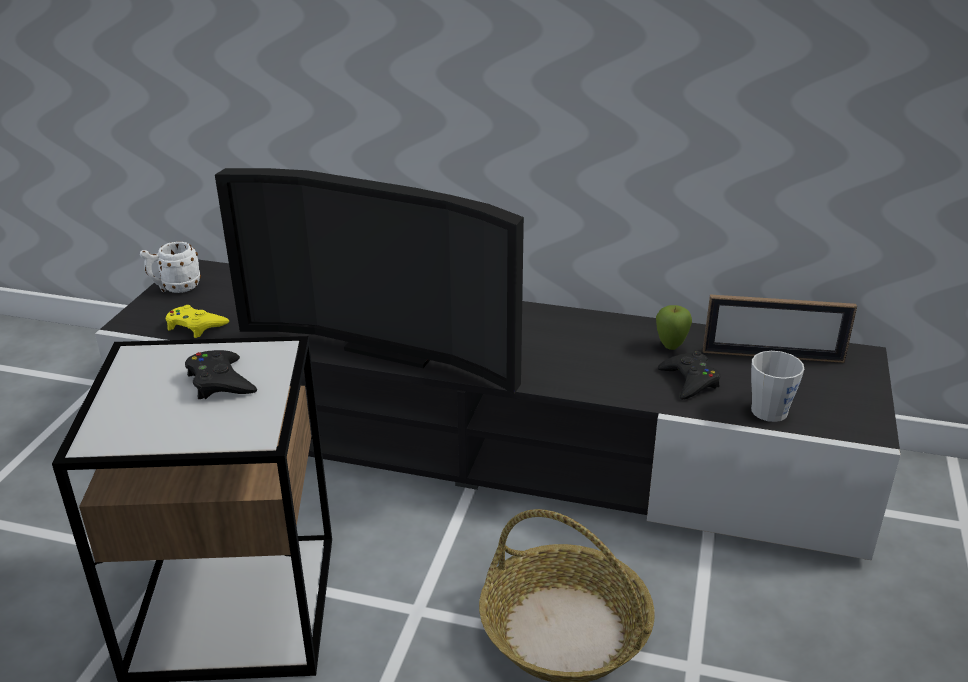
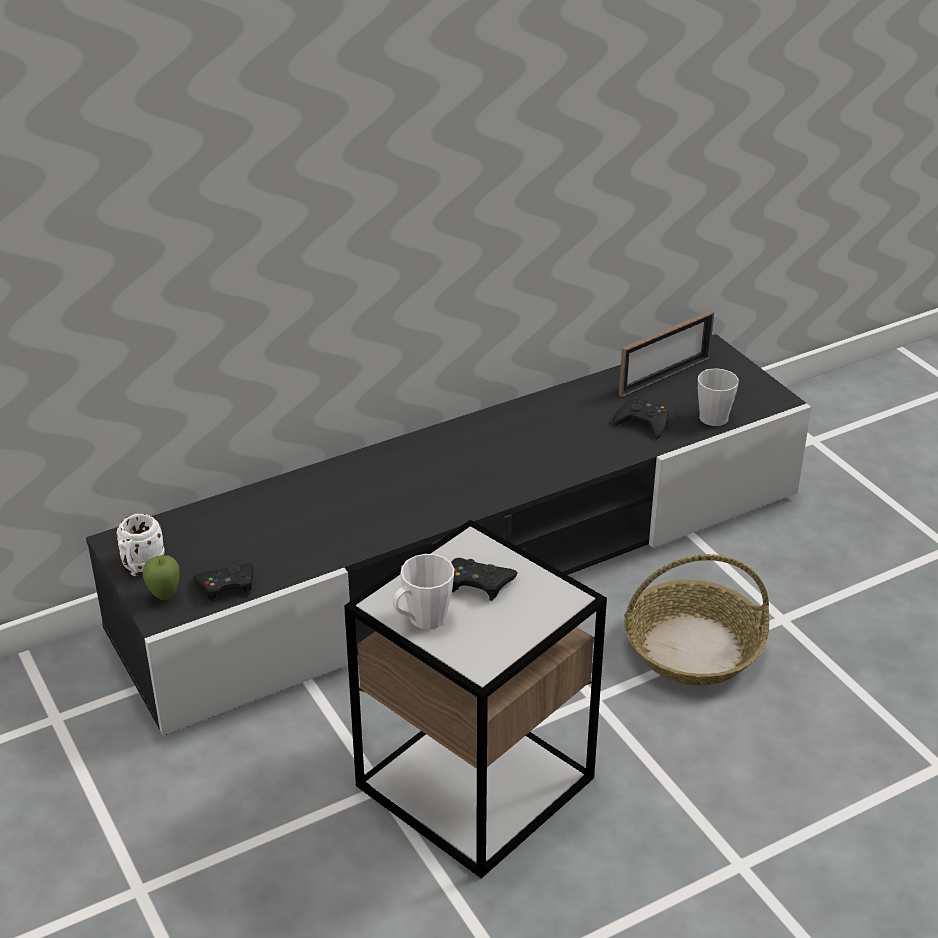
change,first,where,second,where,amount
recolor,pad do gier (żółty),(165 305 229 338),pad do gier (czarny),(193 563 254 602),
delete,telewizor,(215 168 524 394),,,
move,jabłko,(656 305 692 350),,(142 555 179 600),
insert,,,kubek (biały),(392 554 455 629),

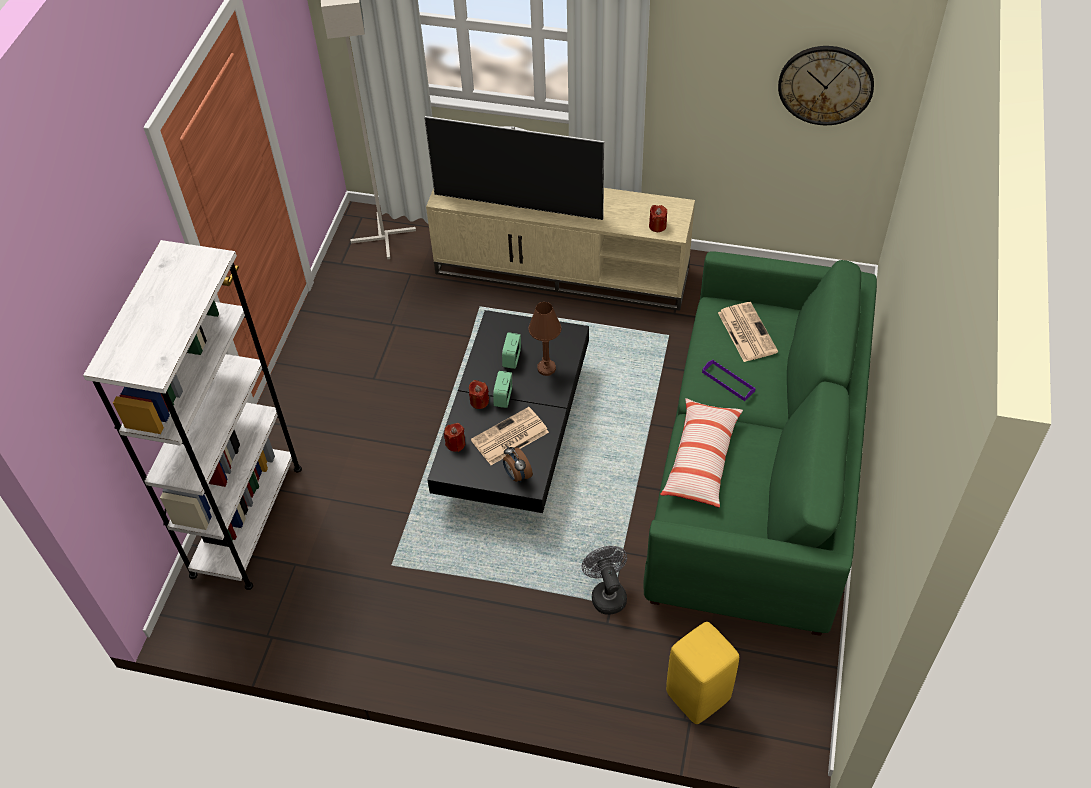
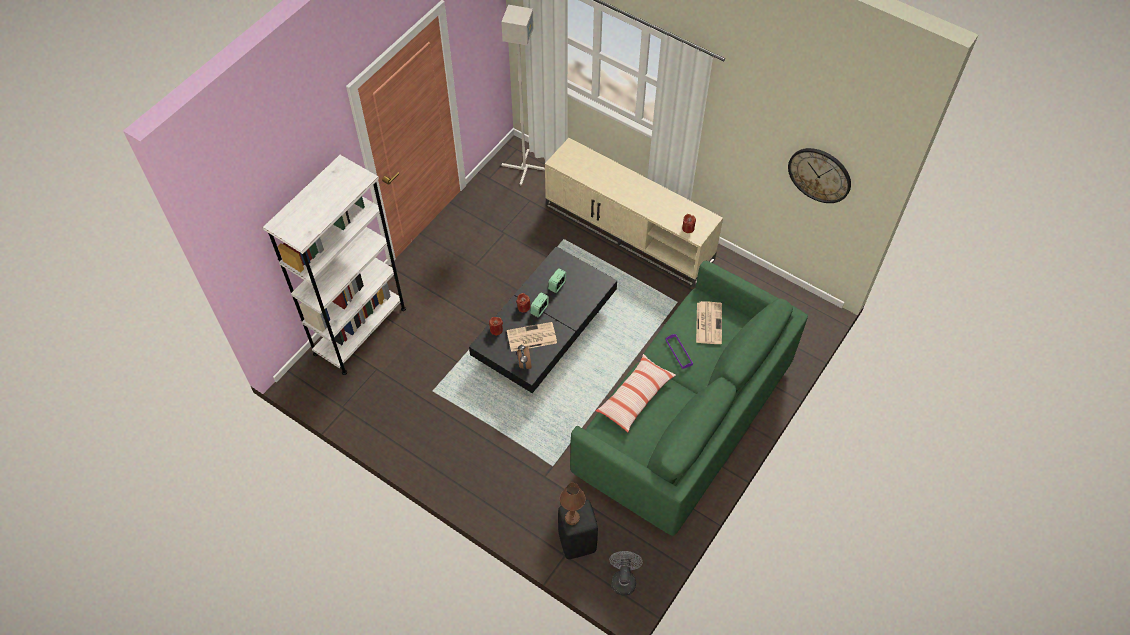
change,first,where,second,where,amount
delete,telewizor,(424 116 604 220),,,
move,lampa stołowa (brązowy),(528 302 562 376),,(560 483 586 525),
move,wentylator (szary),(582 546 627 615),,(609 551 643 596),
recolor,stołek (żółty),(666 622 739 724),stołek (czarny),(558 500 598 559),

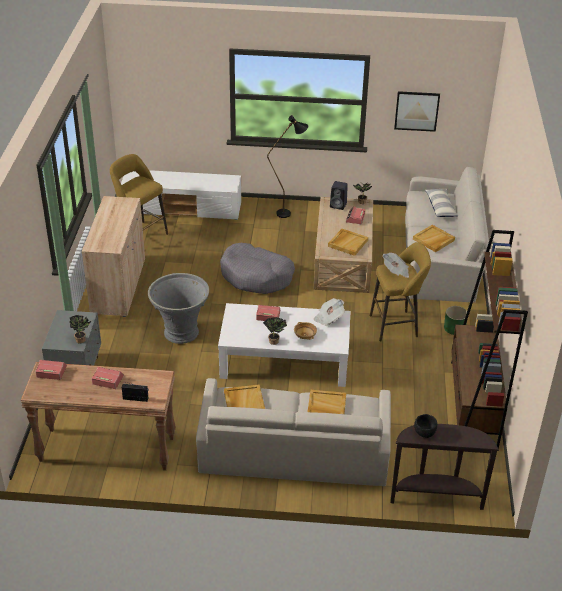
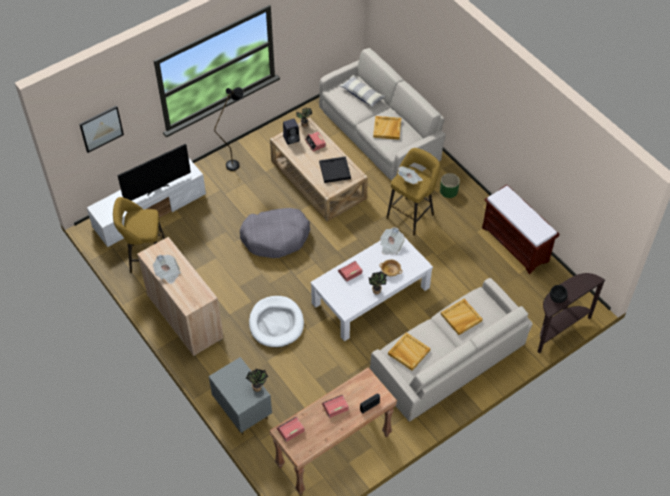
change,first,where,second,where,amount
replace,donica (szary),(148 273 209 344),legowisko (biały),(249 296 304 348),
recolor,taca (beżowy),(328 229 368 256),taca (czarny),(319 156 351 183),
move,obraz,(394 91 440 132),,(79 105 124 153),
replace,regał (brązowy),(451 230 528 449),ławka (brązowy),(482 185 559 274),
insert,,,telewizor,(117 144 191 201),
insert,,,gazeta,(153 255 181 284),

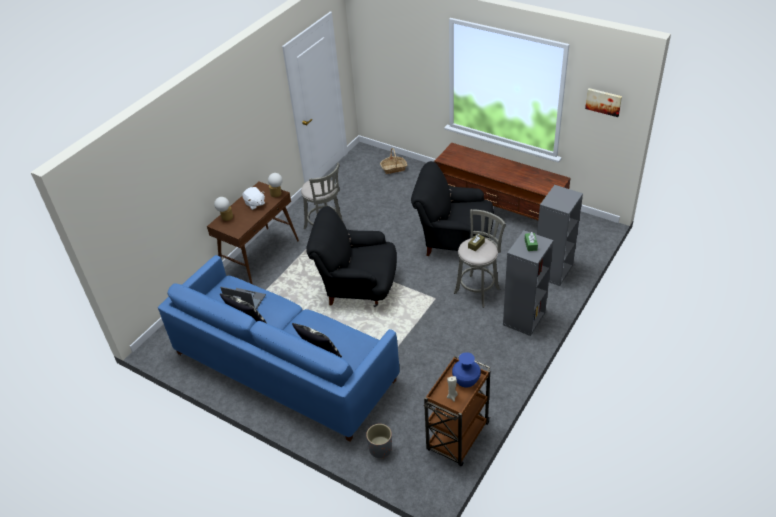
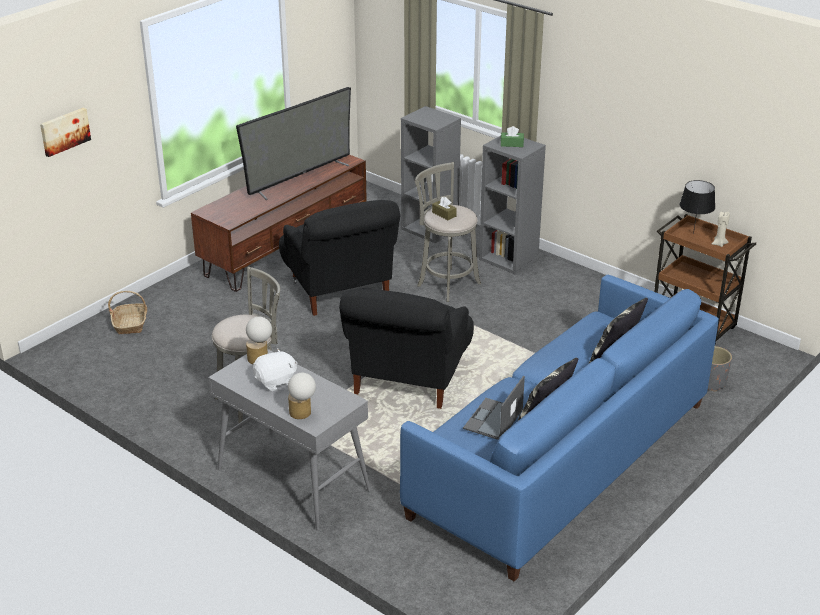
change,first,where,second,where,amount
recolor,stolik konsolowy (brązowy),(207 182 299 284),stolik konsolowy (szary),(208 349 371 531),
rotate,fotel (czarny),(411 161 494 256),,(279 200 400 316),45 degrees counterclockwise
replace,wazon (niebieski),(452 352 481 388),lampa stołowa (czarny),(680 180 715 234),
move,obraz,(585 88 622 117),,(40 107 91 157),
insert,,,telewizor,(236 87 351 200),

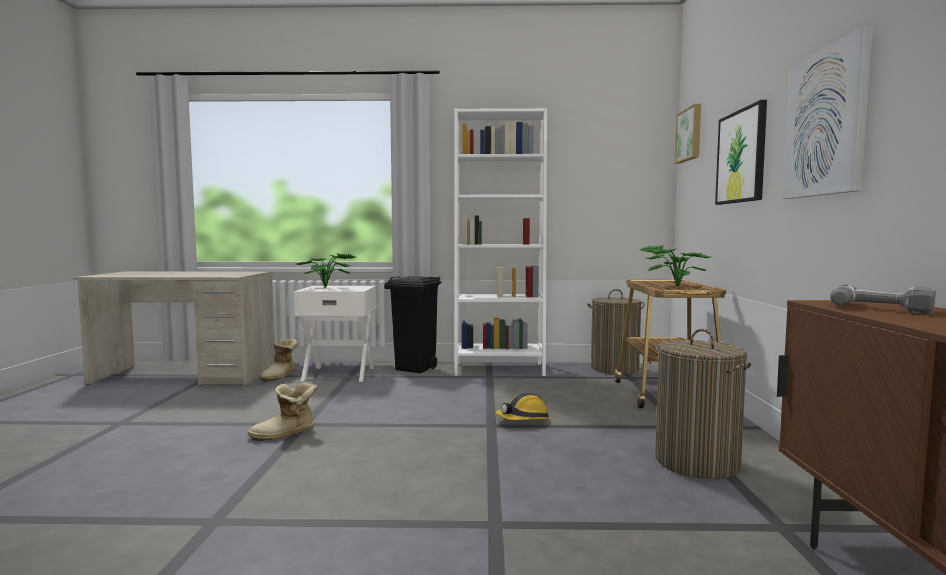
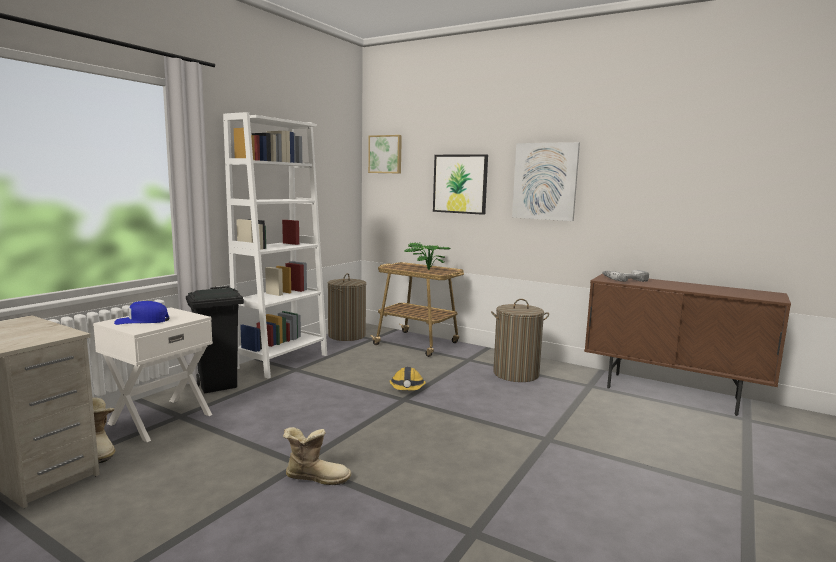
change,first,where,second,where,amount
rotate,but z cholewką,(247 382 318 441),,(283 427 351 485),90 degrees counterclockwise
replace,roślina doniczkowa,(296 253 356 288),czapka z daszkiem (niebieski),(114 301 170 325),

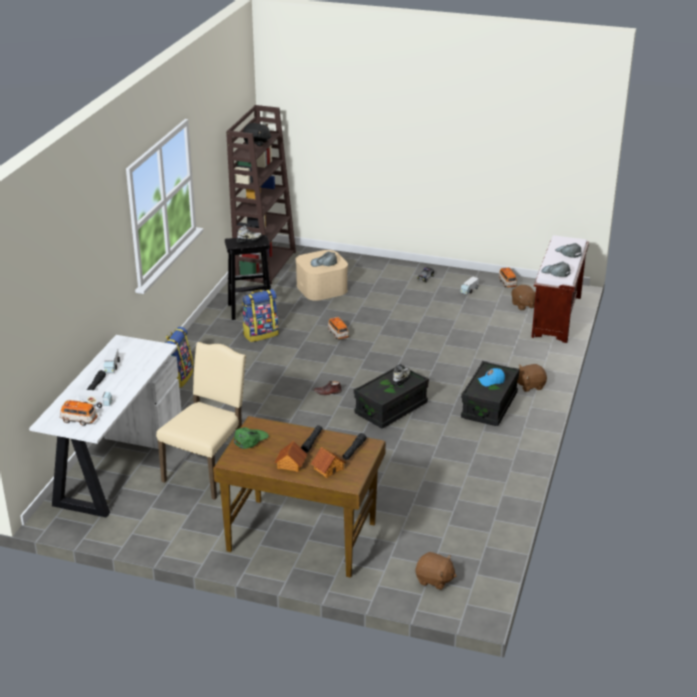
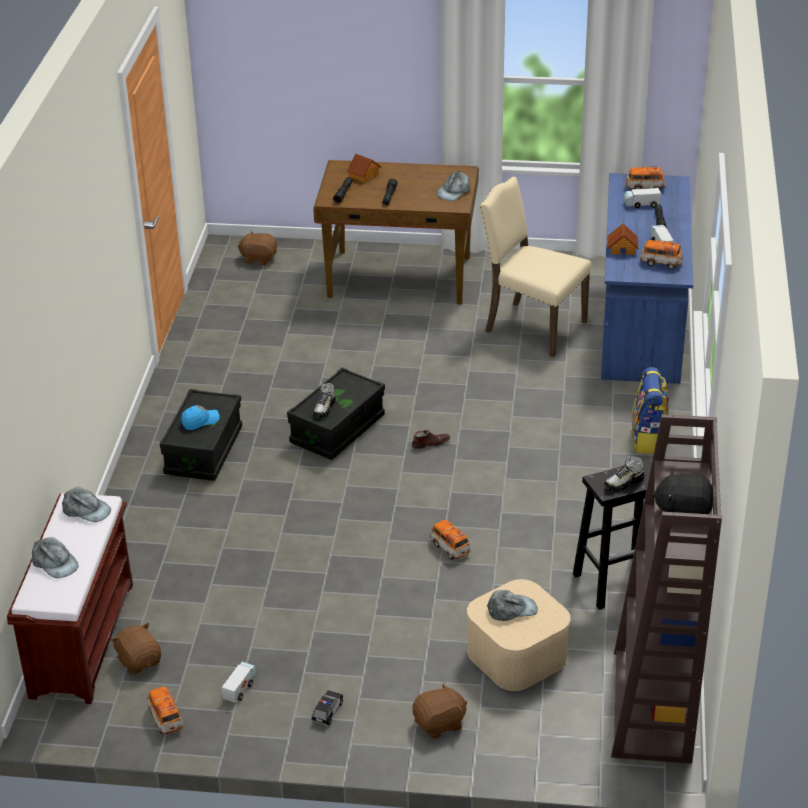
change,first,where,second,where,amount
recolor,biurko (biały),(29 335 181 518),biurko (niebieski),(601 173 693 384),
rotate,krzesło (beżowy),(156 342 246 500),,(479 177 592 357),105 degrees clockwise
recolor,czapka z daszkiem (zielony),(234 427 269 449),czapka z daszkiem (szary),(437 171 470 201),
delete,plecak,(242 289 279 342),,,
move,domek,(274 441 307 472),,(607 223 639 255),
move,pluszak (brązowy),(517 364 547 392),,(412 683 467 739),
insert,,,samochodzik,(640 240 683 269),

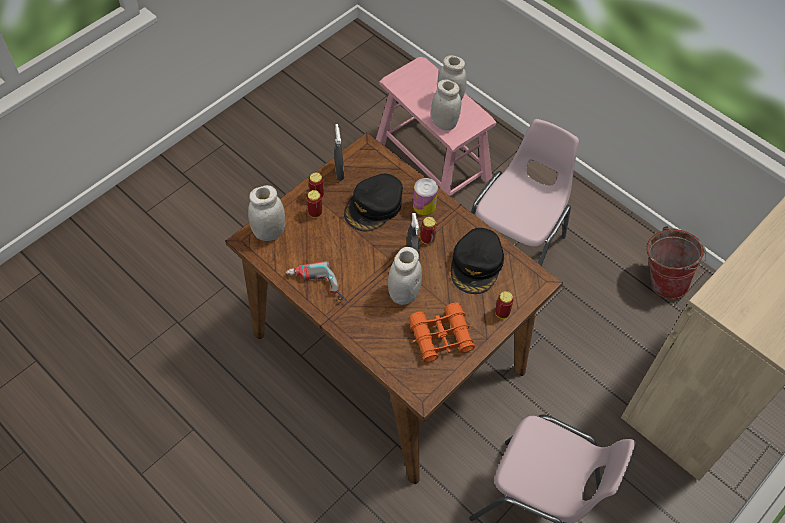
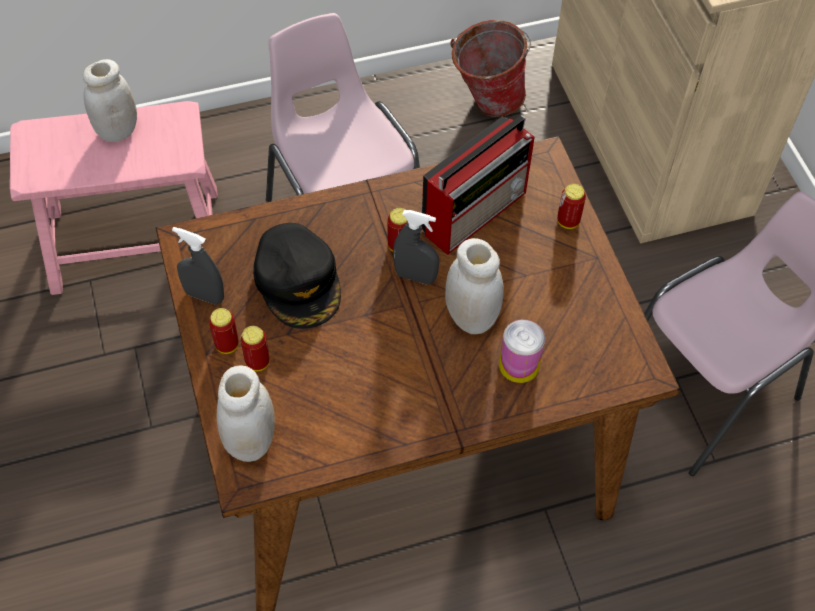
change,first,where,second,where,amount
delete,wiertarka,(286 261 348 304),,,
delete,lornetka (pomarańczowy),(409 303 475 362),,,
move,puszka,(413 178 438 215),,(499 320 545 383),
delete,słoik (biały),(431 79 461 130),,,
replace,czapka z daszkiem (czarny),(451 228 504 294),radio,(421 115 534 255),

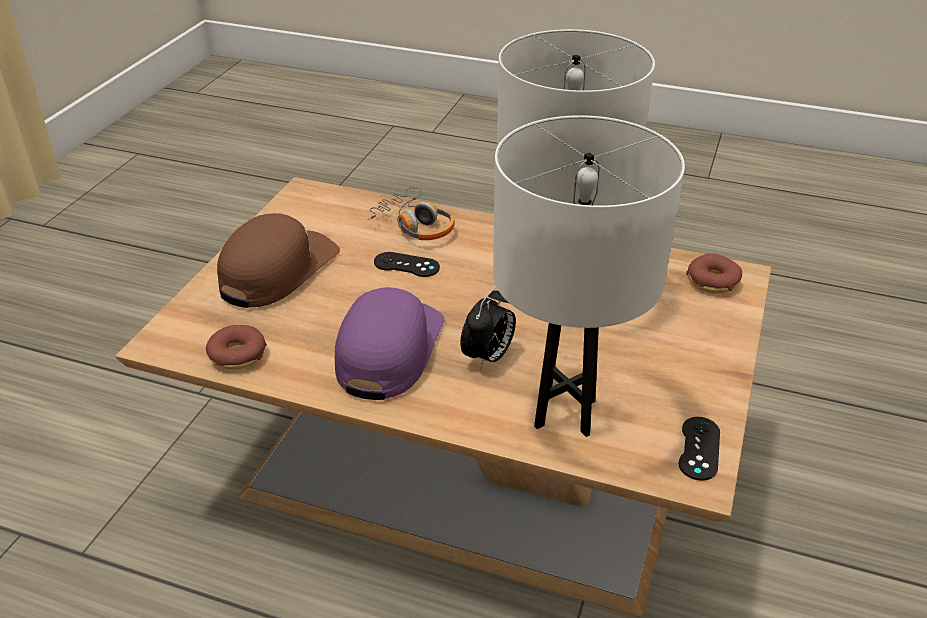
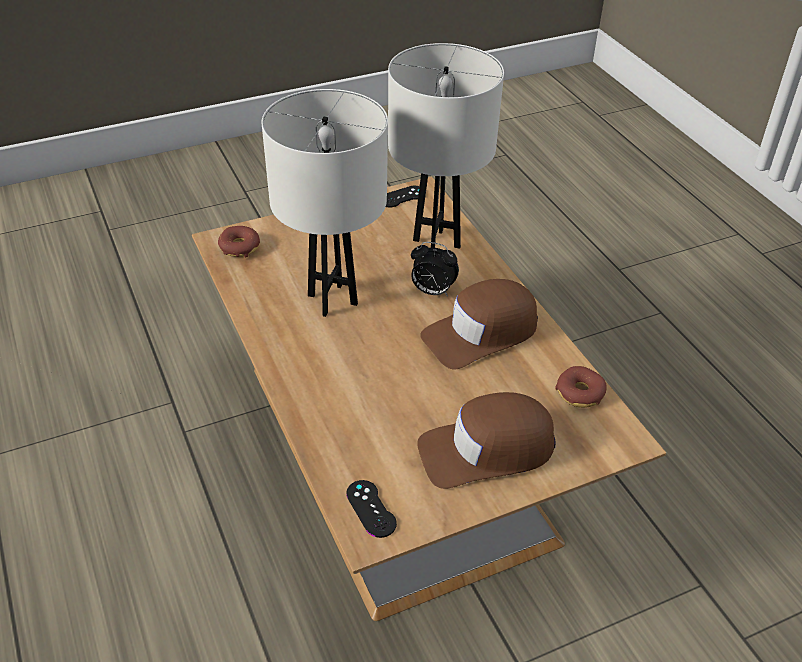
change,first,where,second,where,amount
recolor,czapka z daszkiem (fioletowy),(335 287 444 400),czapka z daszkiem (brązowy),(420 279 538 369),
delete,słuchawki,(367 187 455 240),,,
move,pad do gier (czarny),(374 252 440 277),,(346 480 397 538),
rotate,budzik,(460 287 516 370),,(411 242 459 296),150 degrees counterclockwise

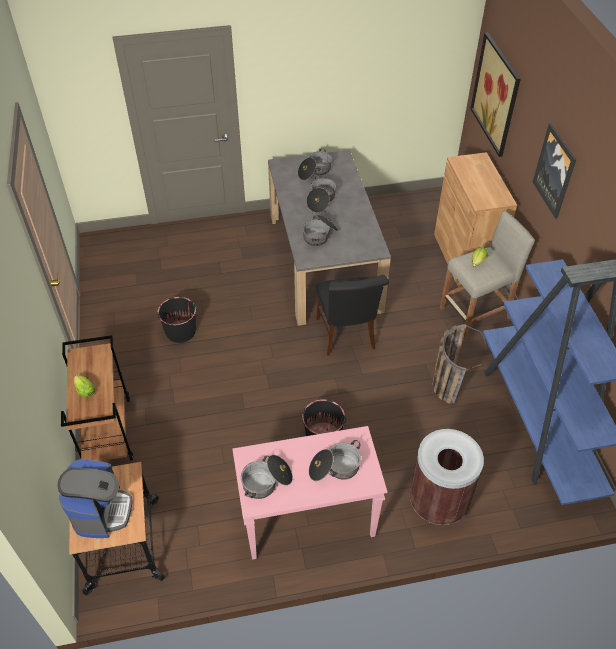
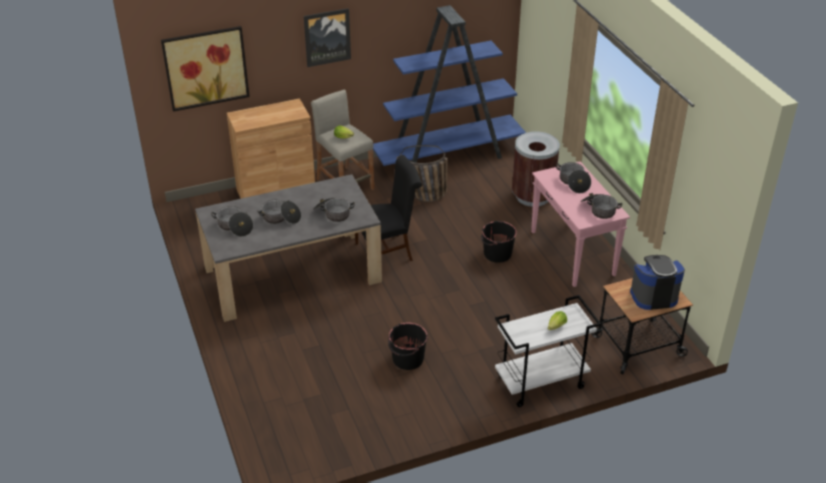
change,first,where,second,where,amount
recolor,wózek (brązowy),(61 335 133 461),wózek (biały),(495 295 601 407),

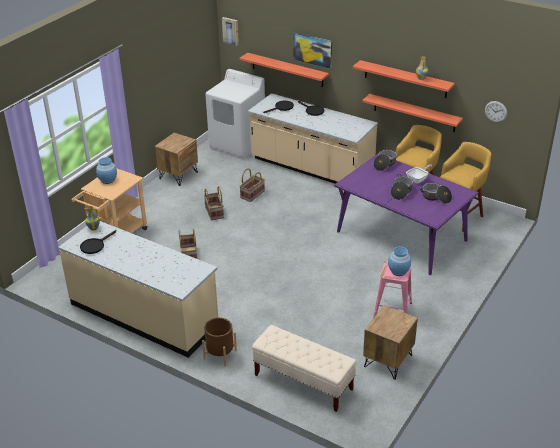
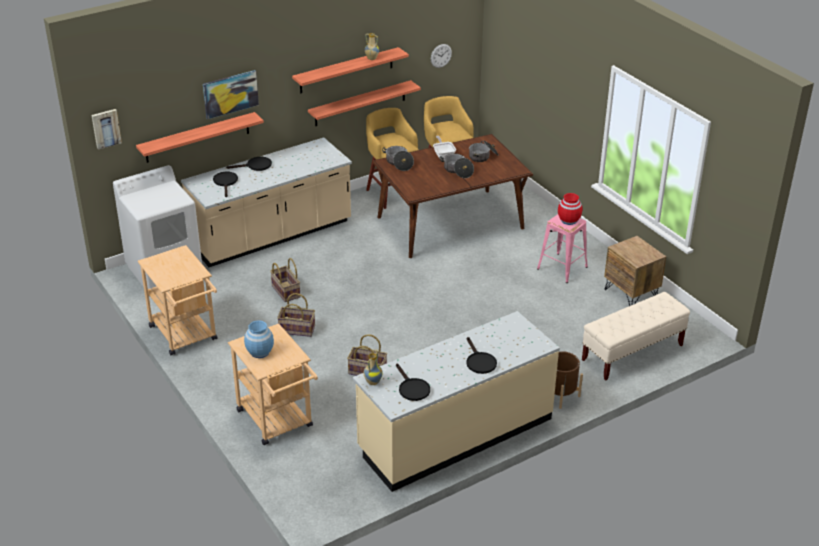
change,first,where,second,where,amount
replace,szafka nocna (brązowy),(154 133 198 186),wózek (beżowy),(138 245 217 356),
recolor,stół jadalny (fioletowy),(334 154 479 275),stół jadalny (brązowy),(372 134 533 258),
recolor,wazon (niebieski),(388 246 411 276),wazon (czerwony),(558 193 583 225),
insert,,,patelnia (czarny),(466 337 497 374),

